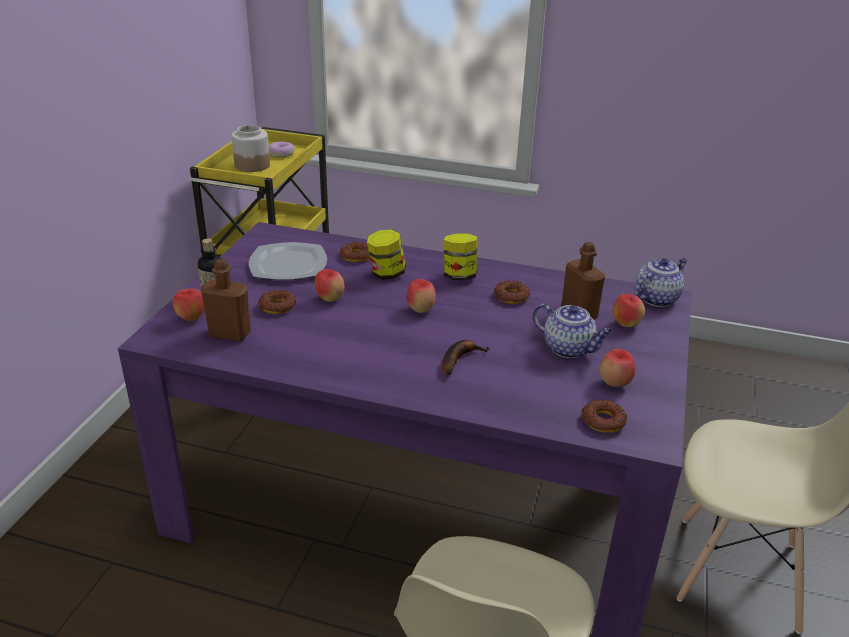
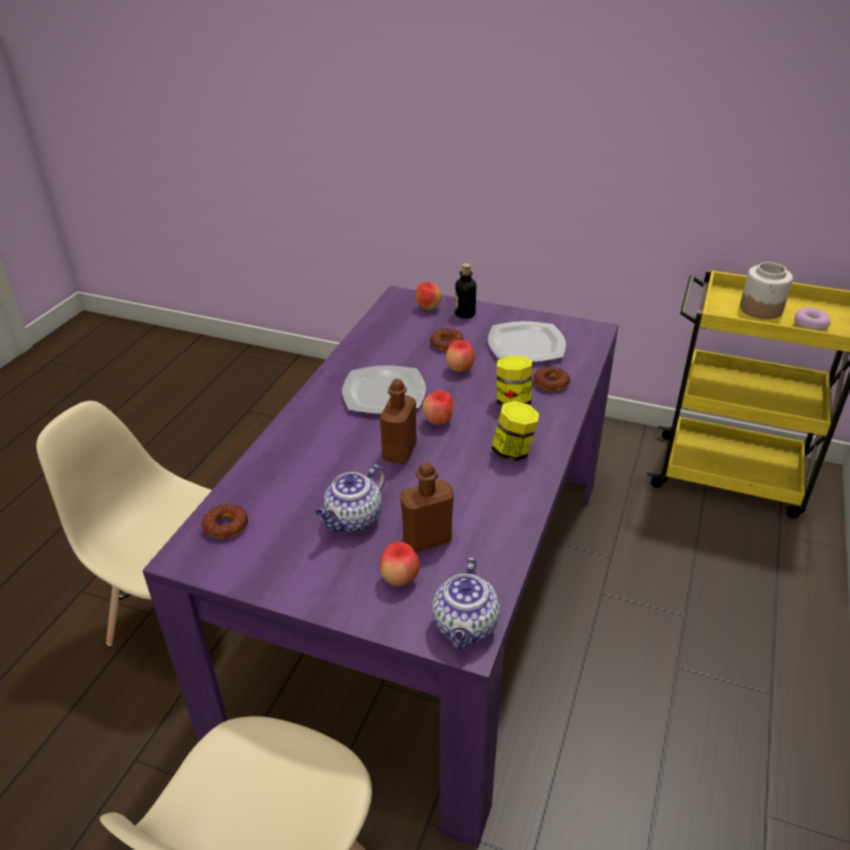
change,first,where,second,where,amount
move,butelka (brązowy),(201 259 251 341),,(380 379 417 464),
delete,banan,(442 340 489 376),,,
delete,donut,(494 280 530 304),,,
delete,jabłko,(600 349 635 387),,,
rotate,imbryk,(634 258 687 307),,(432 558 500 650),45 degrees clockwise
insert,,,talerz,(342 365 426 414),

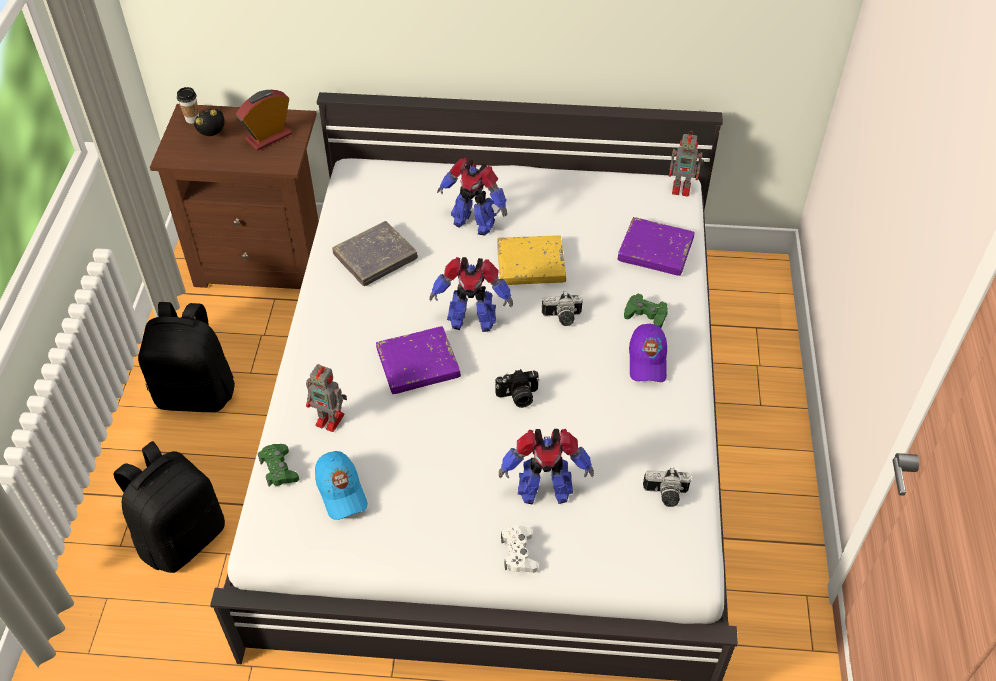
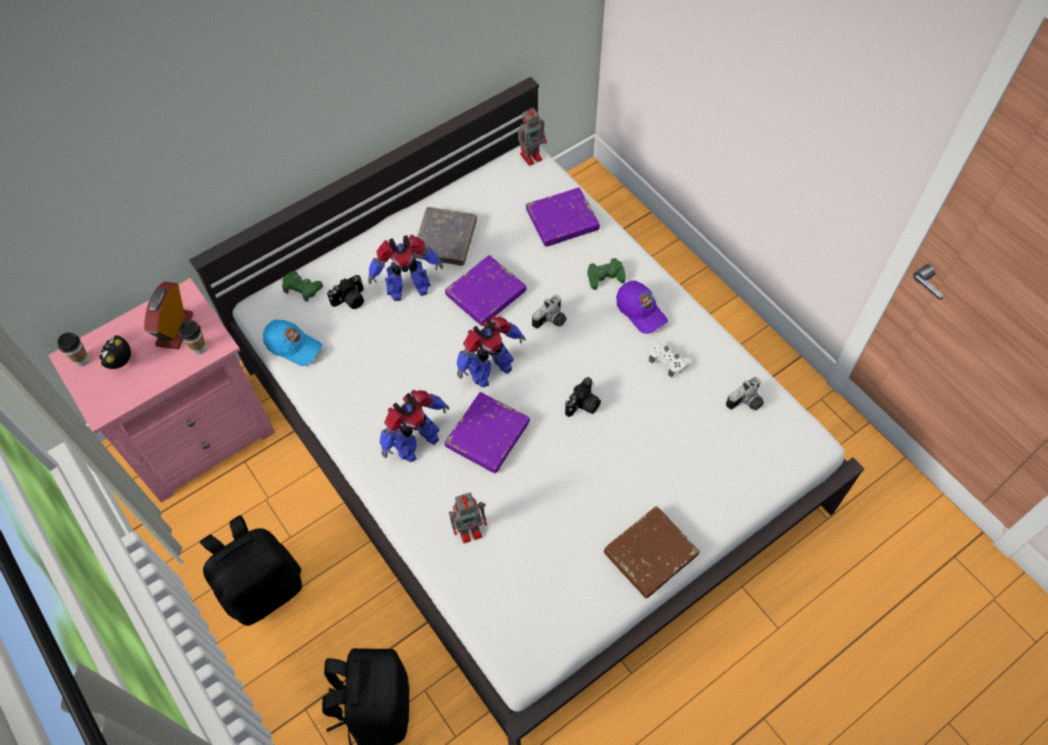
change,first,where,second,where,amount
recolor,szafka nocna (brązowy),(150 104 319 289),szafka nocna (różowy),(48 278 275 502),
move,pad do gier (zielony),(258 444 299 487),,(282 271 323 302),
move,czapka z daszkiem (niebieski),(315 451 368 520),,(263 320 323 366),
move,książka (szary),(332 221 418 286),,(413 207 477 266),
recolor,książka (żółty),(497 235 566 285),książka (fioletowy),(445 255 527 326),
move,robot zabawkowy,(499 429 594 505),,(379 389 449 462),
move,pad do gier (biały),(501 526 538 573),,(649 341 691 378),
insert,,,filiżanka,(178 321 207 355),
insert,,,aparat fotograficzny,(327 275 364 309),
insert,,,książka (brązowy),(604 506 700 599),

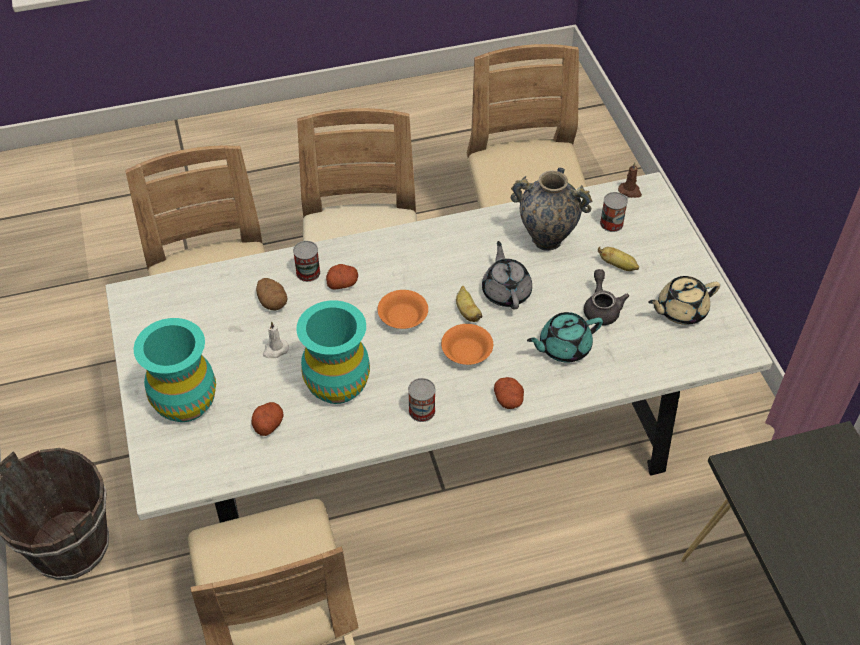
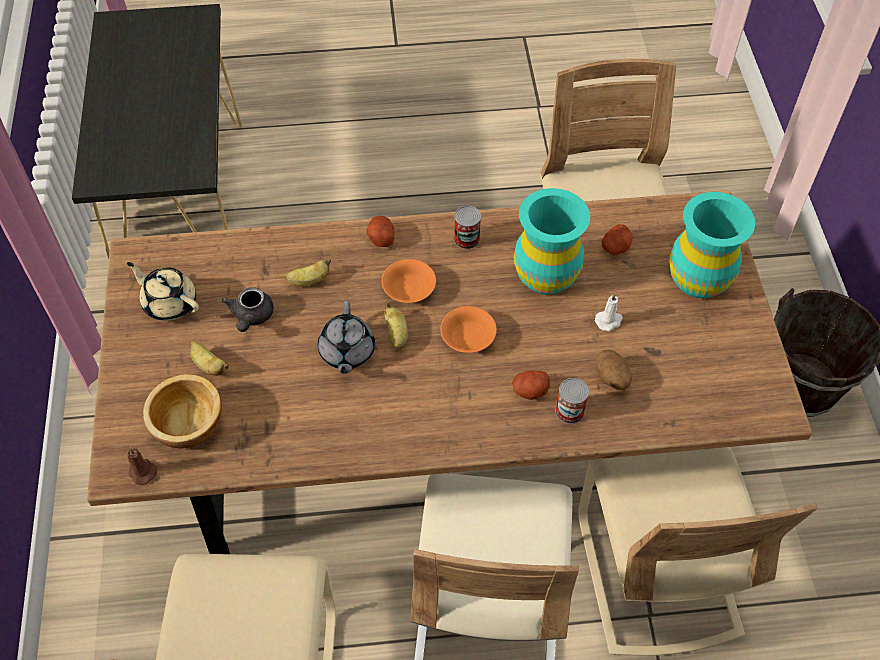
change,first,where,second,where,amount
recolor,stół jadalny (biały),(105 172 773 523),stół jadalny (brązowy),(87 190 812 554),
delete,wazon,(511 167 592 251),,,
replace,imbryk (turkusowy),(527 312 603 363),banan,(282 258 331 287),
replace,puszka,(600 192 628 232),miska,(143 374 222 448),
rotate,imbryk (beżowy),(648 276 720 325),,(127 262 199 321),135 degrees counterclockwise

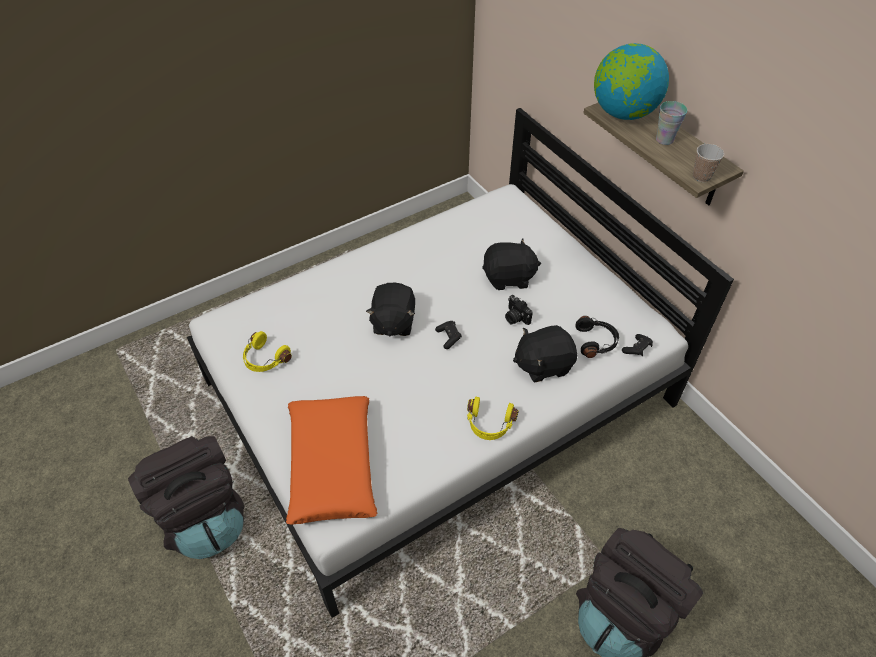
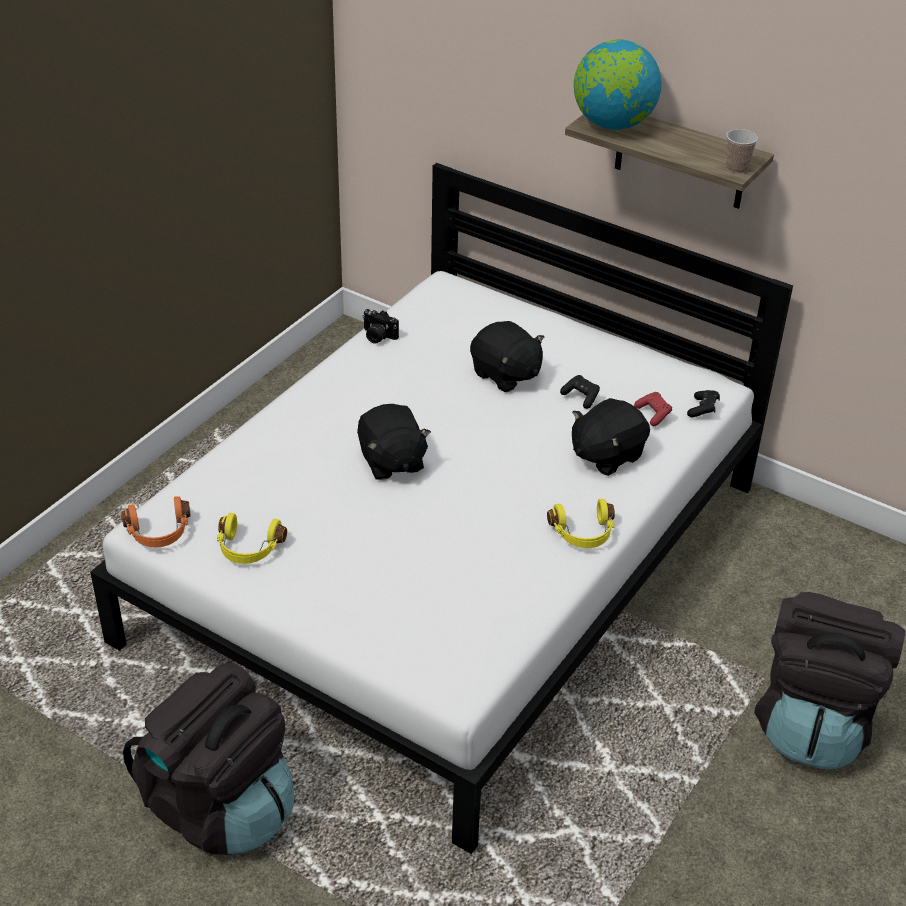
change,first,where,second,where,amount
delete,poduszka (pomarańczowy),(286 396 377 525),,,
move,pad do gier (czarny),(435 321 462 349),,(560 375 600 409),
rotate,pluszak (czarny),(482 239 541 290),,(470 321 545 392),75 degrees clockwise
move,aparat fotograficzny,(505 295 533 325),,(362 309 399 344),
replace,słuchawki (czarny),(576 316 619 358),pad do gier (czerwony),(634 392 672 426),
delete,filiżanka,(656 101 687 145),,,
insert,,,słuchawki (pomarańczowy),(121 497 191 548),

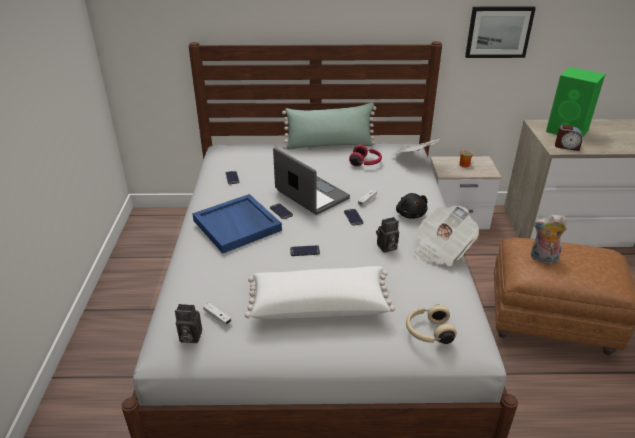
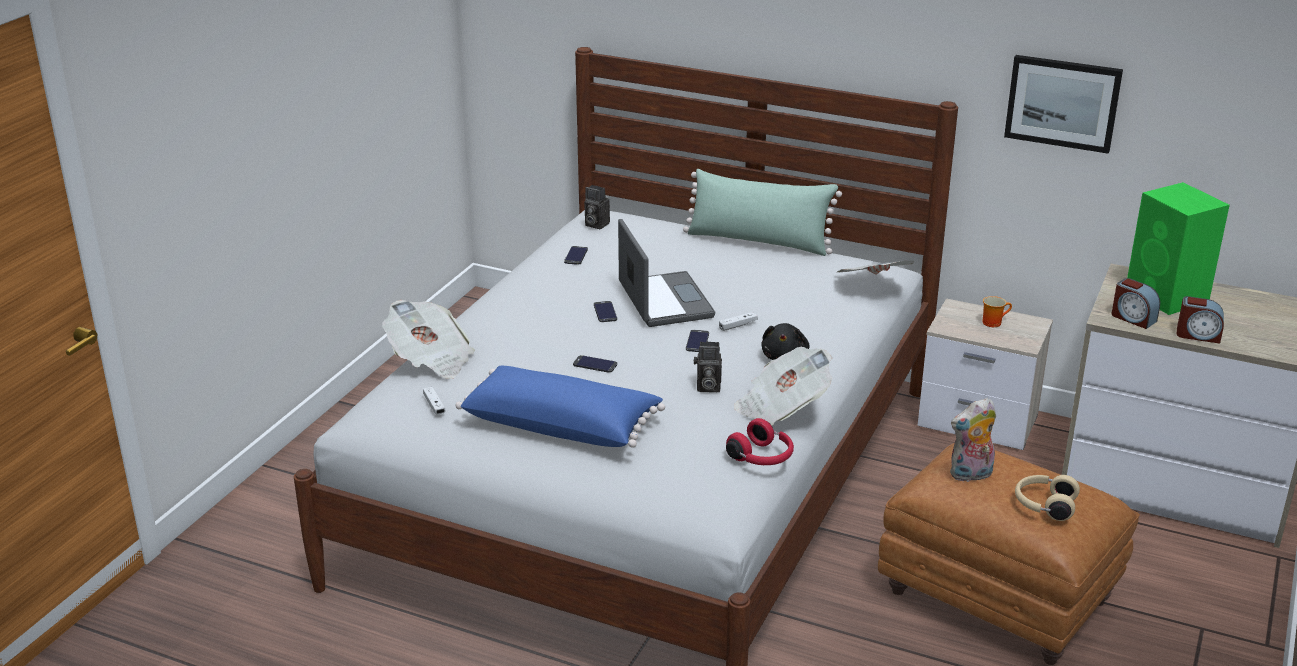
change,first,where,second,where,amount
move,aparat fotograficzny,(175 304 202 343),,(584 185 610 229),
delete,taca (niebieski),(192 194 282 254),,,
recolor,poduszka (biały),(245 266 395 320),poduszka (niebieski),(455 366 665 448),
move,słuchawki (czerwony),(349 144 382 167),,(726 418 794 465),
move,słuchawki (beżowy),(406 305 457 344),,(1015 475 1080 521),
rotate,pluszak,(531 214 567 264),,(950 398 996 482),60 degrees counterclockwise
insert,,,gazeta,(382 300 475 379),
insert,,,budzik,(1177 296 1224 344),

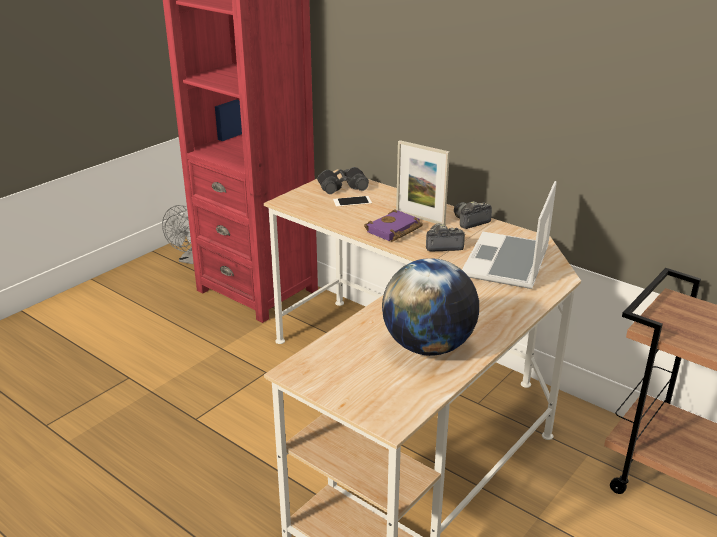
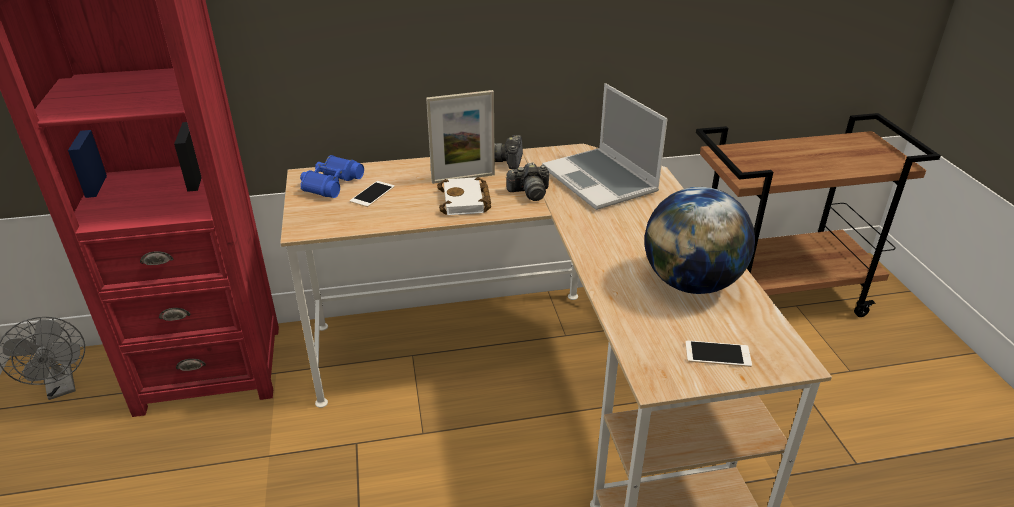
change,first,where,second,where,amount
recolor,lornetka (czarny),(317 167 369 194),lornetka (niebieski),(300 155 364 198),
recolor,książka (fioletowy),(364 209 423 242),książka (biały),(437 177 491 215),
rotate,aparat fotograficzny,(426 224 465 251),,(506 162 549 201),135 degrees counterclockwise
insert,,,telefon,(685 341 752 367),

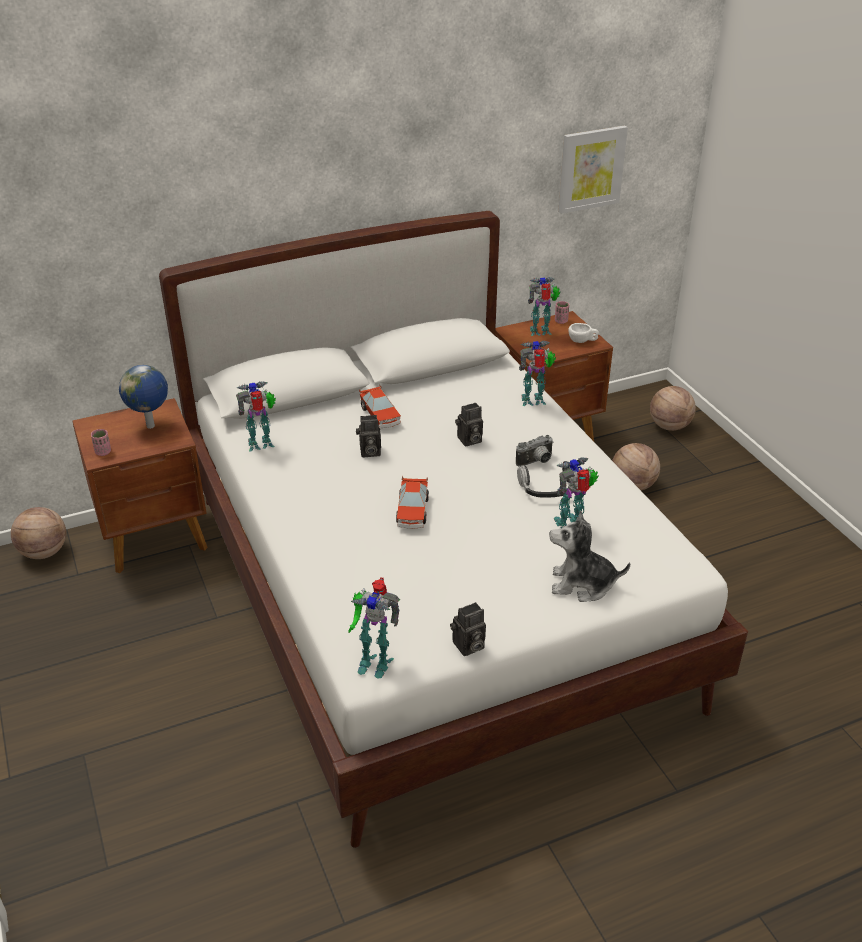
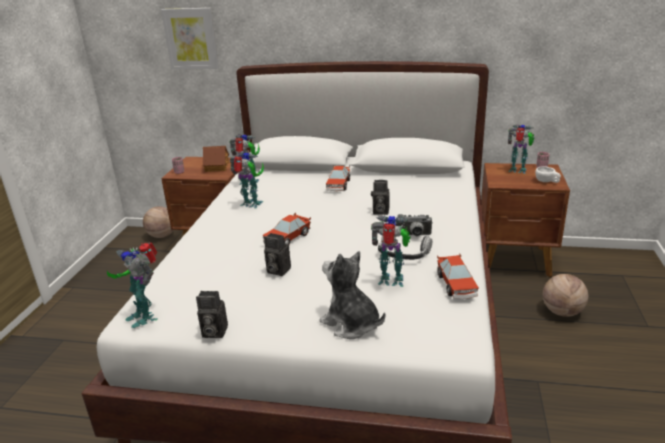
change,first,where,second,where,amount
replace,globus,(119 365 168 429),domek,(203 146 229 172),
move,aparat fotograficzny,(356 415 381 457),,(264 233 291 276),
move,robot zabawkowy,(519 341 556 406),,(229 152 264 209),
move,obraz,(558 125 628 214),,(161 8 219 69),
delete,piłka do koszykówki,(650 386 696 431),,,
insert,,,samochodzik,(437 254 479 299),

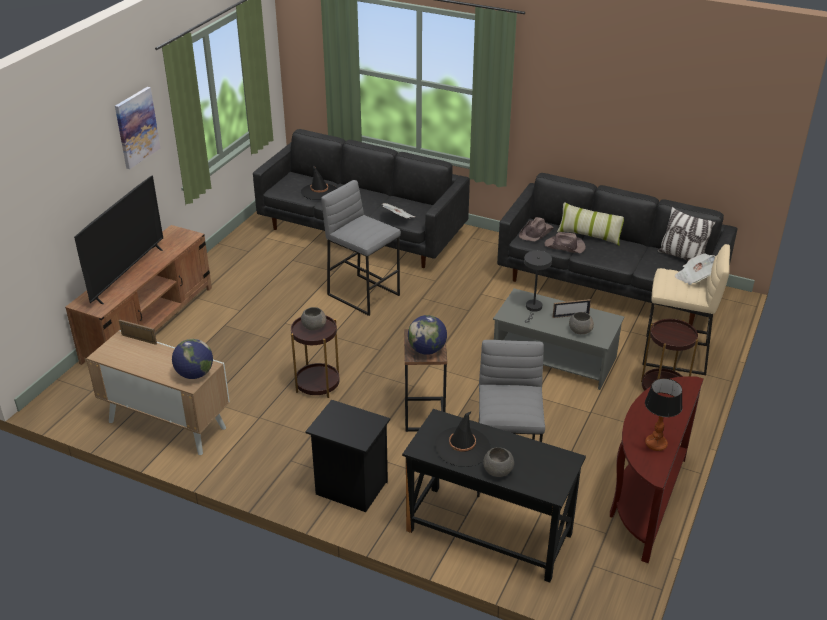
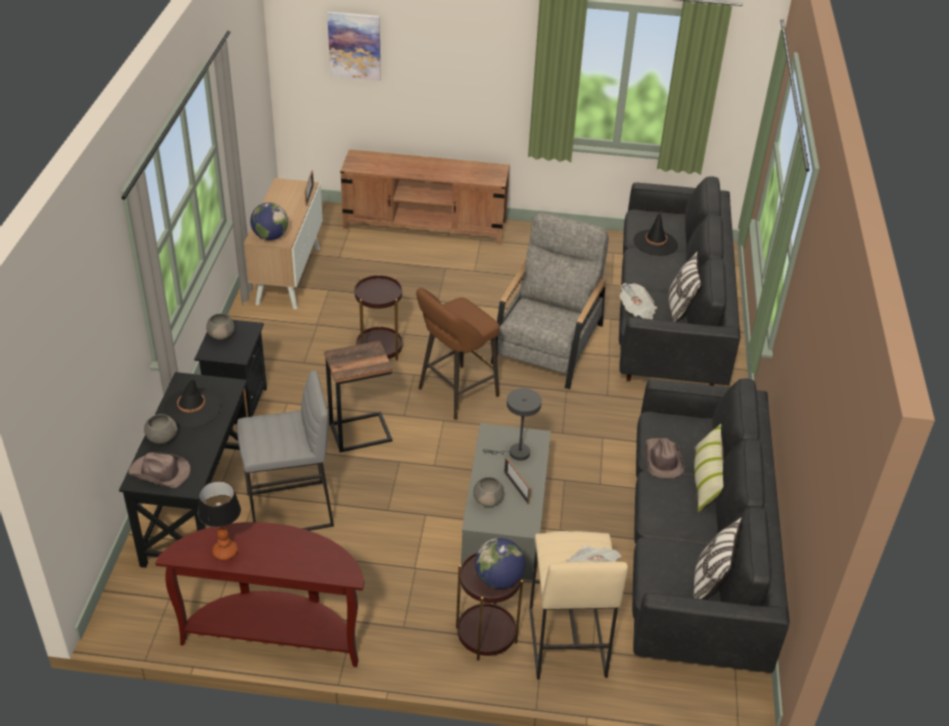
change,first,where,second,where,amount
delete,telewizor,(74 175 163 304),,,
move,obraz,(115 87 160 169),,(327 11 381 81),
move,miska (szary),(301 307 326 330),,(206 313 235 340),
replace,stołek (szary),(321 180 401 316),fotel (szary),(491 213 609 389),
move,globus,(408 315 447 355),,(475 538 525 589),
move,kapelusz (brązowy),(519 217 554 241),,(128 452 190 488),
insert,,,stołek (brązowy),(416 288 499 420),
insert,,,poduszka,(668 252 702 322),

